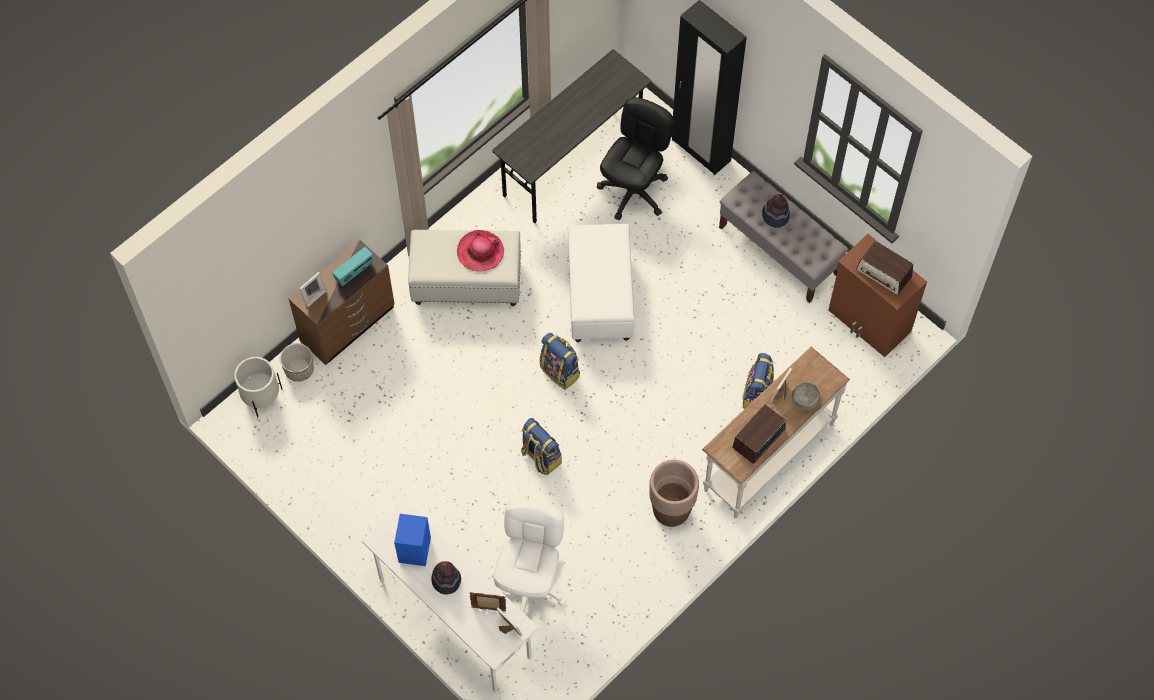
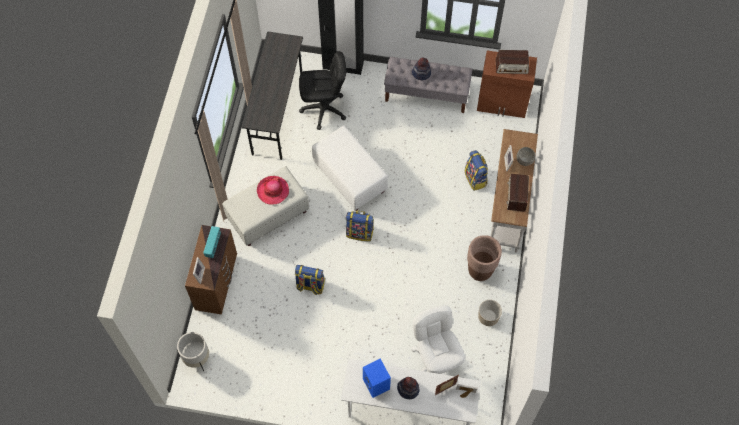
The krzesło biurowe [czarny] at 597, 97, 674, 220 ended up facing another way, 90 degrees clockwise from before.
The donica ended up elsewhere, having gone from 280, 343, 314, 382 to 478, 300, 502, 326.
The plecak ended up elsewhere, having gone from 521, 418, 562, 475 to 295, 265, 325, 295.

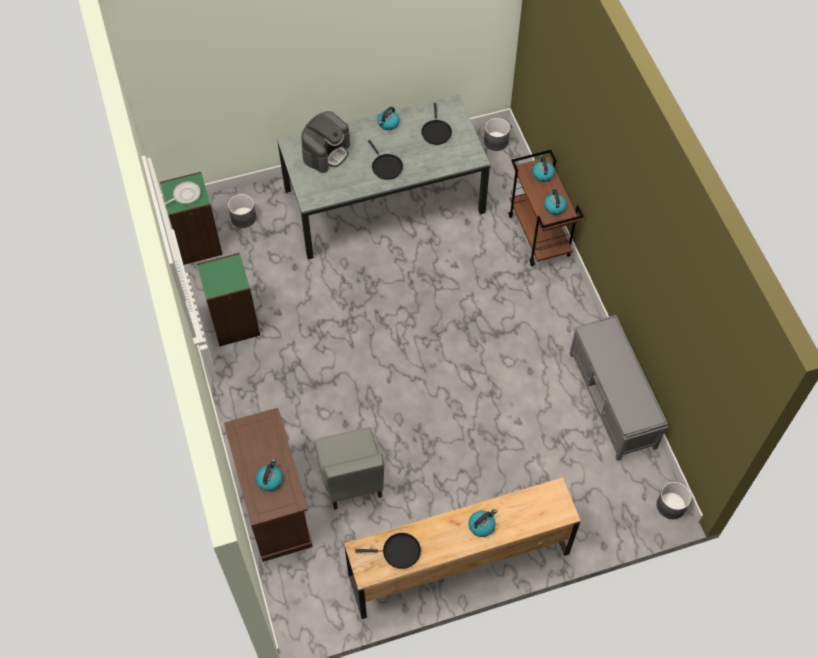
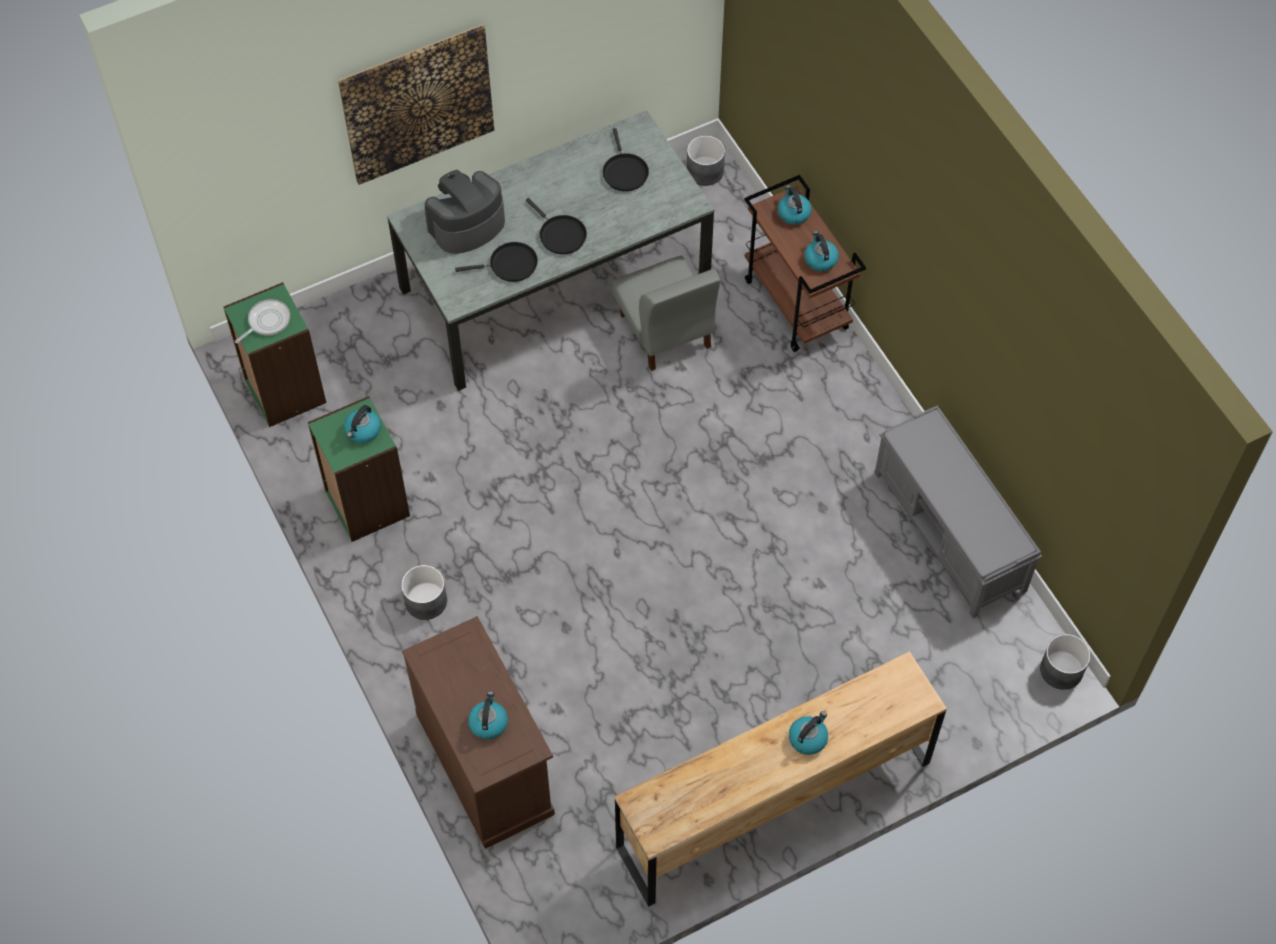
The czajnik ended up elsewhere, having gone from 377, 107, 400, 130 to 344, 405, 381, 443.
The ekspres do kawy at 301, 111, 350, 173 ended up facing another way, 150 degrees counterclockwise from before.
The donica [szary] ended up elsewhere, having gone from 228, 194, 256, 228 to 401, 565, 447, 620.
The krzesło [szary] ended up elsewhere, having gone from 315, 427, 384, 510 to 612, 256, 720, 371.
The patelnia [czarny] ended up elsewhere, having gone from 355, 533, 421, 569 to 455, 242, 538, 282.
The second view gained the obraz at 338, 25, 494, 185.

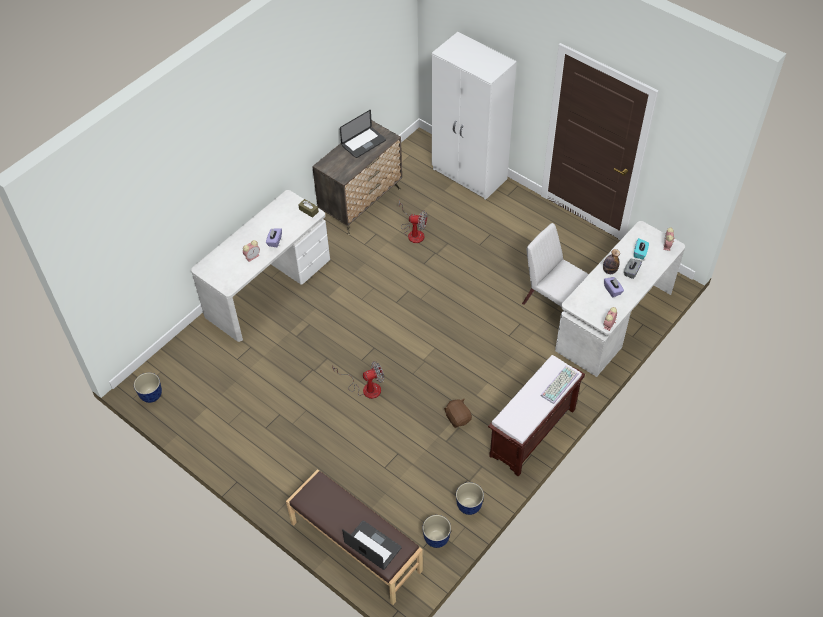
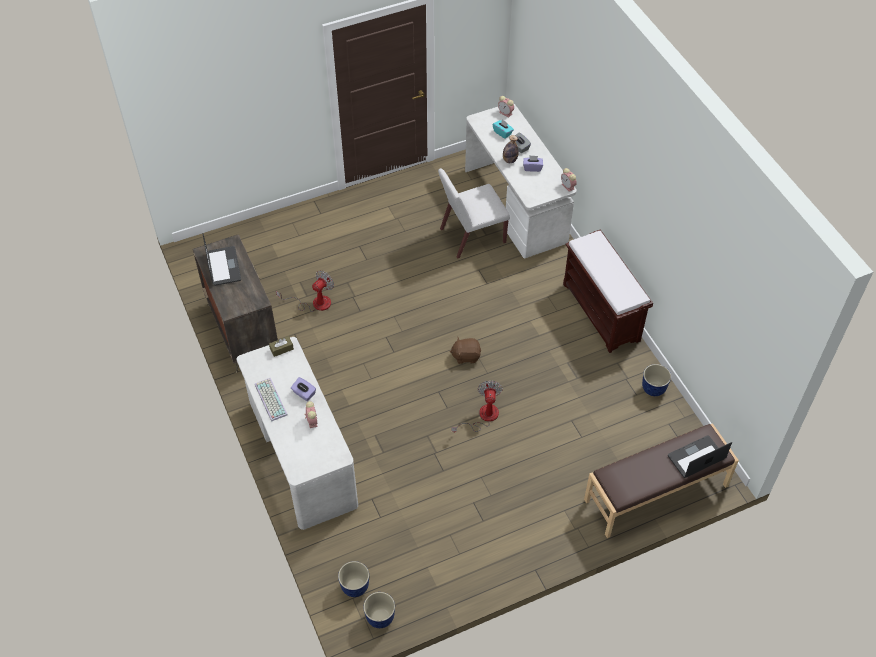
The second view lost the szafa [biały] at 432, 32, 517, 200.
The klawiatura ended up elsewhere, having gone from 540, 366, 579, 404 to 255, 378, 288, 422.
The pluszak [brązowy] ended up elsewhere, having gone from 444, 399, 472, 428 to 450, 337, 481, 364.
The donica ended up elsewhere, having gone from 422, 515, 451, 548 to 338, 561, 369, 597.

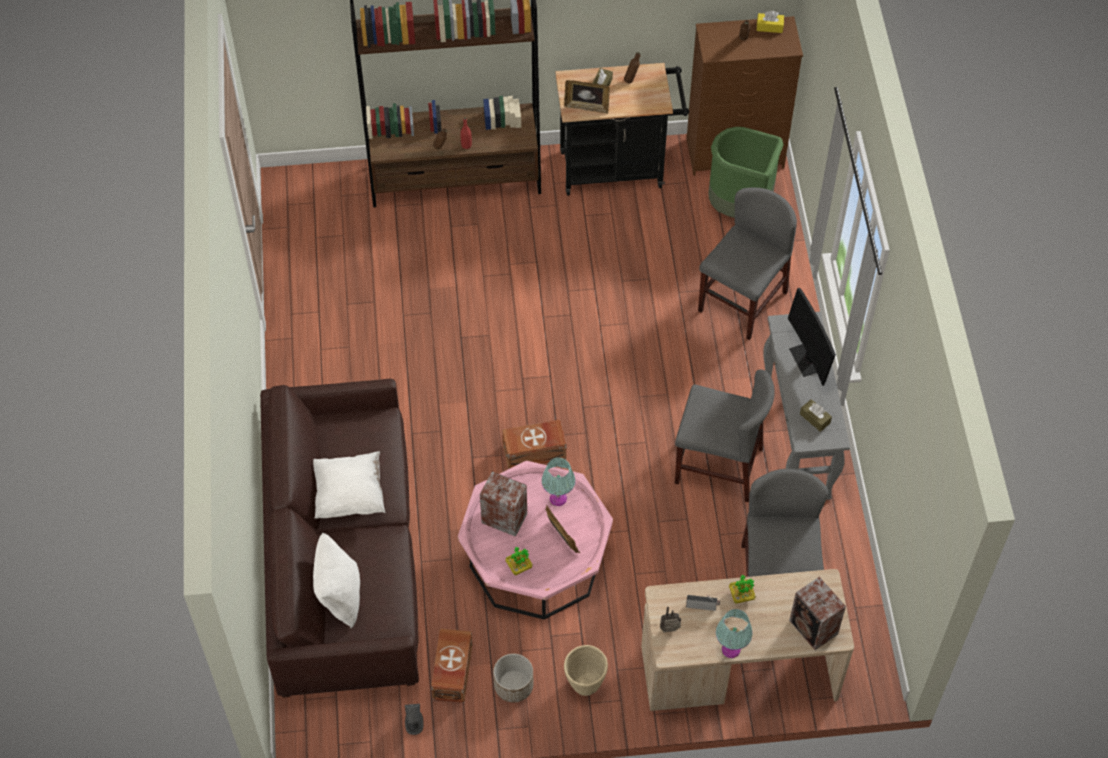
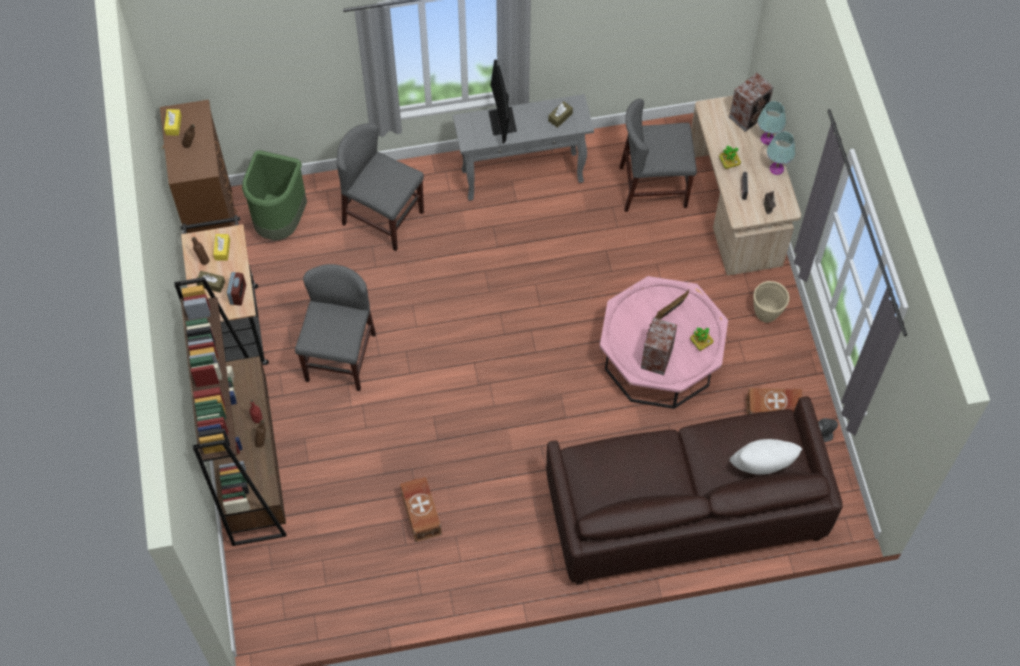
Where the ramka na zdjęcie stood at 564, 80, 610, 114, the budzik came to stand at 227, 272, 246, 306.
The monitor at 788, 288, 836, 386 ended up facing another way, 105 degrees clockwise from before.
The krzesło [szary] ended up elsewhere, having gone from 675, 370, 775, 502 to 295, 264, 376, 391.
The pojemnik do przechowywania [brązowy] ended up elsewhere, having gone from 502, 419, 566, 469 to 400, 476, 442, 542.
The second view lost the poduszka [biały] at 313, 451, 385, 519.
The lampa stołowa [turkusowy] ended up elsewhere, having gone from 541, 458, 575, 506 to 758, 101, 786, 145.
The second view lost the donica at 493, 654, 534, 703.
The second view gained the pudełko chusteczek [żółty] at 213, 234, 230, 261.

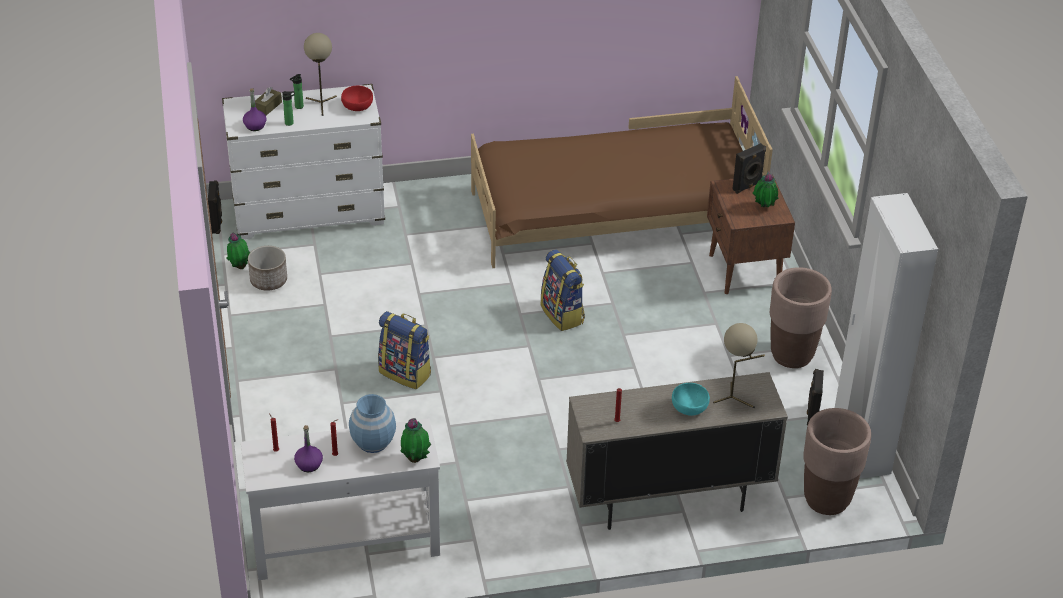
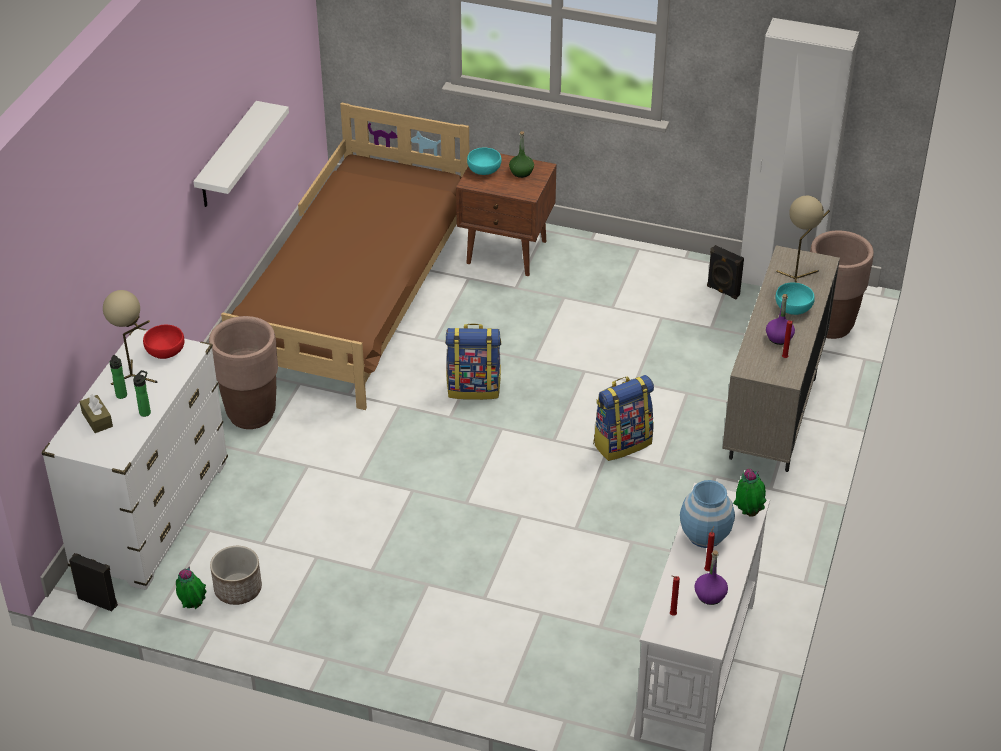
The butelka [fioletowy] ended up elsewhere, having gone from 243, 88, 267, 131 to 766, 294, 795, 345.
Where the głośnik [czarny] stood at 732, 143, 766, 194, the miska [turkusowy] came to stand at 467, 147, 502, 175.
Where the roślina doniczkowa stood at 752, 171, 778, 207, the butelka [zielony] came to stand at 509, 131, 534, 178.
The donica [brązowy] ended up elsewhere, having gone from 770, 267, 832, 368 to 209, 316, 278, 429.
The plecak ended up elsewhere, having gone from 378, 311, 431, 389 to 593, 375, 654, 461.
The second view gained the półka [biały] at 193, 101, 289, 207.

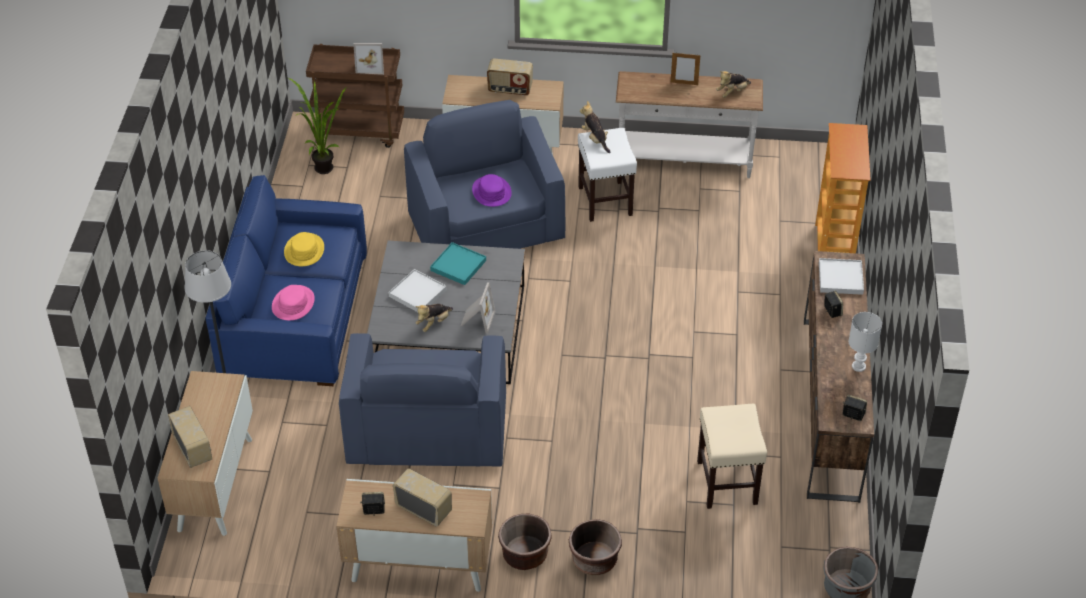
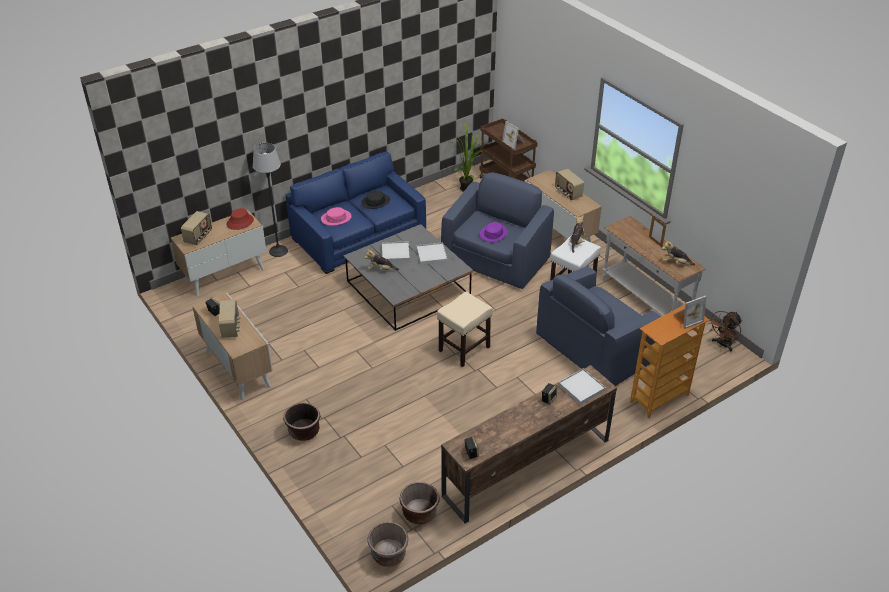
What was the kapelusz [żółty] at 284, 232, 324, 266 turned into the kapelusz [czarny] at 361, 191, 390, 209.
What was the taca [turkusowy] at 430, 242, 486, 285 turned into the taca [biały] at 417, 243, 447, 265.
The ramka na zdjęcie ended up elsewhere, having gone from 461, 282, 496, 333 to 674, 296, 706, 329.
The second view lost the lampa stołowa [biały] at 849, 312, 882, 372.
The fotel [niebieski] ended up elsewhere, having gone from 339, 333, 506, 467 to 536, 266, 661, 386.
The stołek [beżowy] ended up elsewhere, having gone from 697, 404, 767, 509 to 437, 292, 493, 367.
The donica [brązowy] ended up elsewhere, having gone from 498, 514, 552, 570 to 399, 482, 440, 525.
The second view gained the kapelusz [czerwony] at 227, 208, 254, 230.
The second view gained the wentylator [brązowy] at 708, 311, 742, 351.

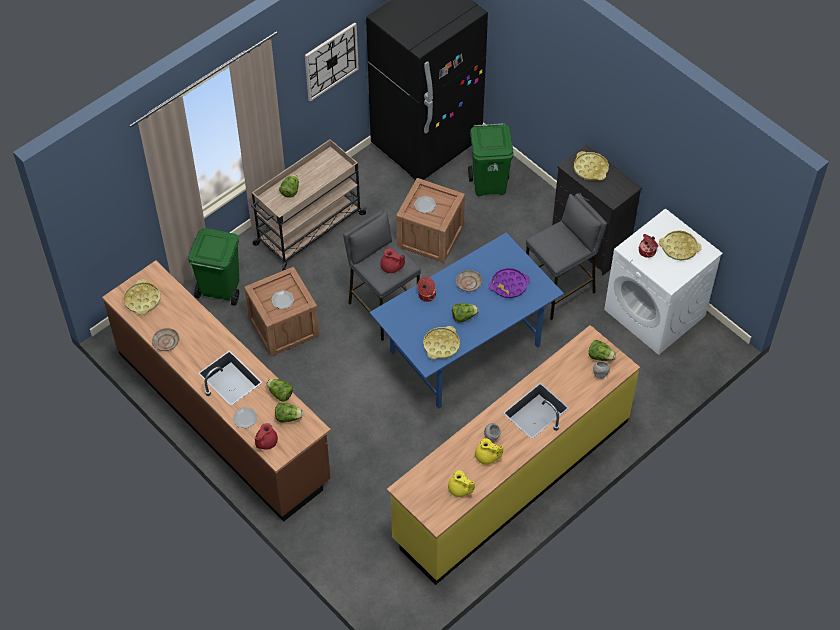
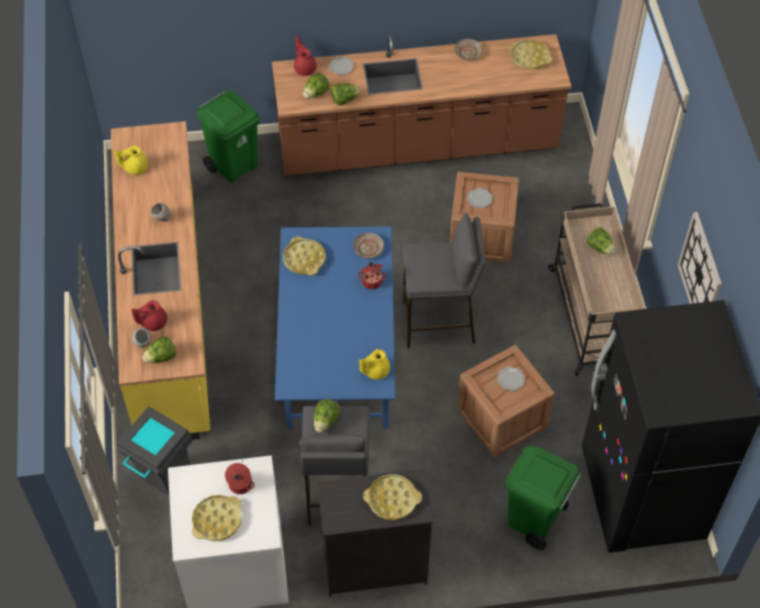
The kosz na śmieci [zielony] ended up elsewhere, having gone from 188, 228, 239, 306 to 196, 90, 259, 183.
The imbryk [czerwony] ended up elsewhere, having gone from 380, 249, 405, 273 to 131, 300, 167, 331.
The second view lost the taca [fioletowy] at 488, 268, 530, 298.
The talerz [beżowy] ended up elsewhere, having gone from 456, 270, 482, 292 to 353, 233, 384, 259.
The sałata ended up elsewhere, having gone from 452, 303, 479, 323 to 314, 399, 341, 433.
The imbryk [żółty] ended up elsewhere, having gone from 475, 438, 503, 465 to 359, 349, 390, 380.
The second view gained the kosz na śmieci [szary] at 117, 406, 192, 496.

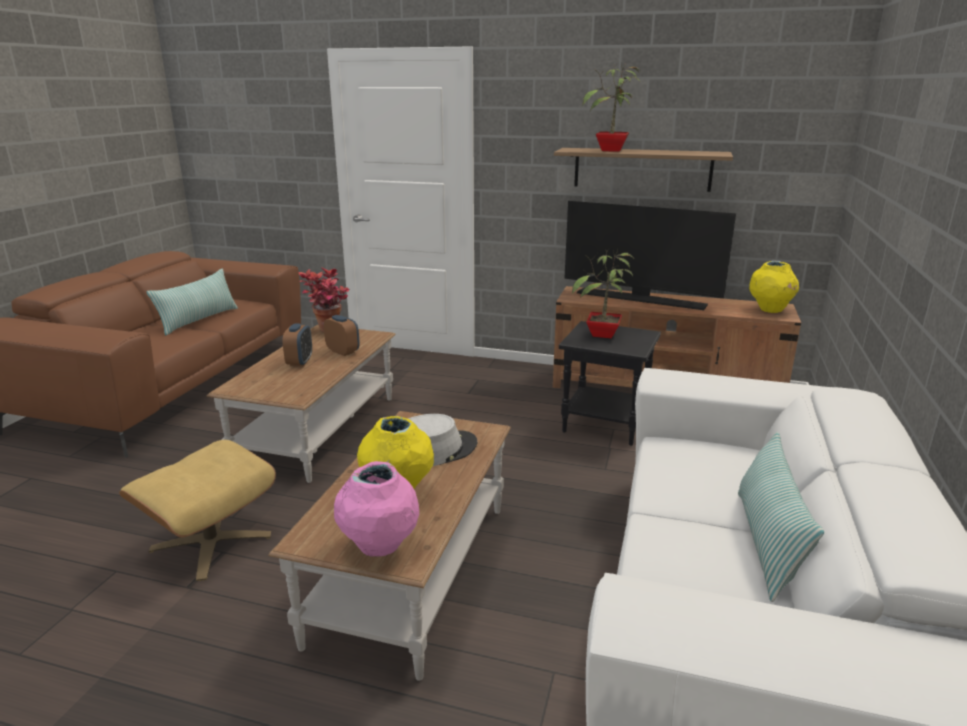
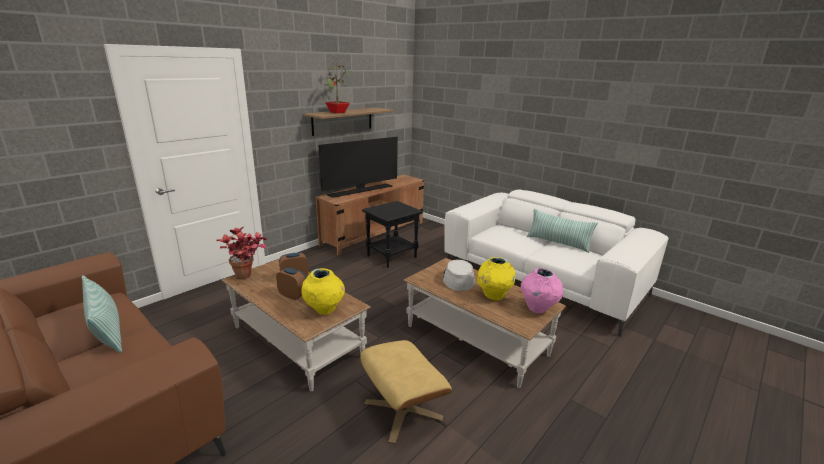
The second view lost the roślina doniczkowa at 572, 248, 633, 338.
The wazon [żółty] ended up elsewhere, having gone from 749, 261, 799, 313 to 301, 268, 345, 315.

